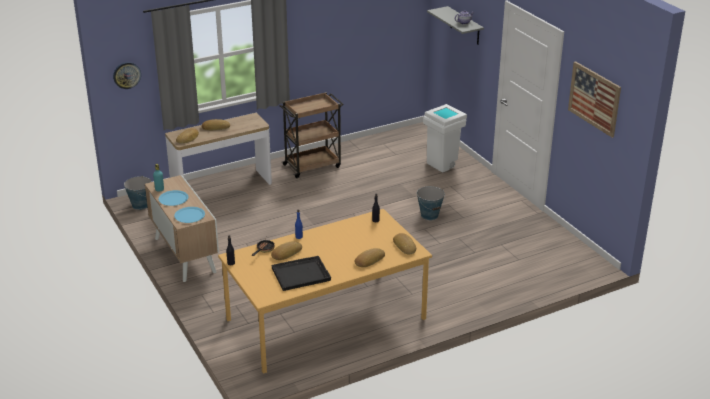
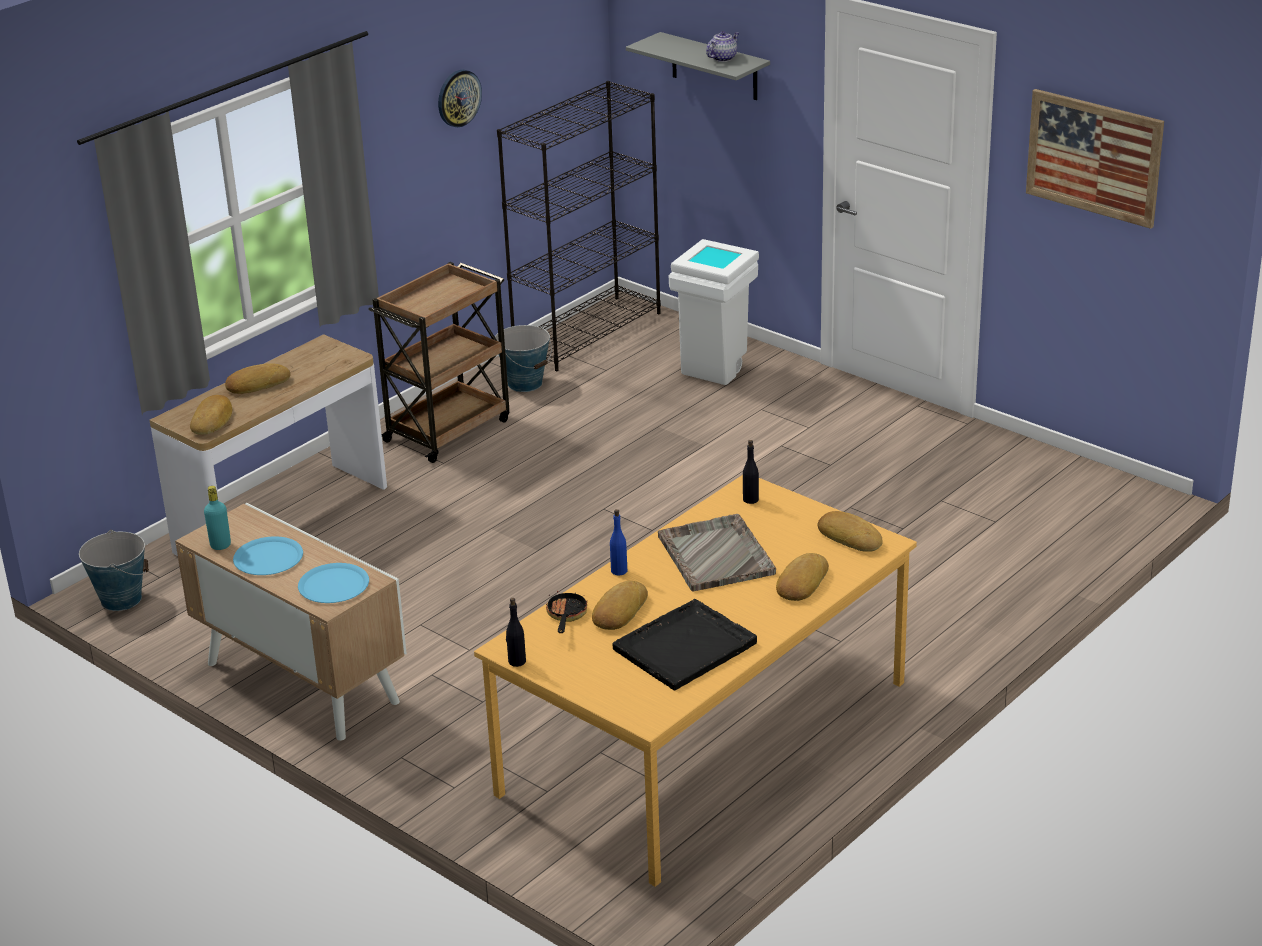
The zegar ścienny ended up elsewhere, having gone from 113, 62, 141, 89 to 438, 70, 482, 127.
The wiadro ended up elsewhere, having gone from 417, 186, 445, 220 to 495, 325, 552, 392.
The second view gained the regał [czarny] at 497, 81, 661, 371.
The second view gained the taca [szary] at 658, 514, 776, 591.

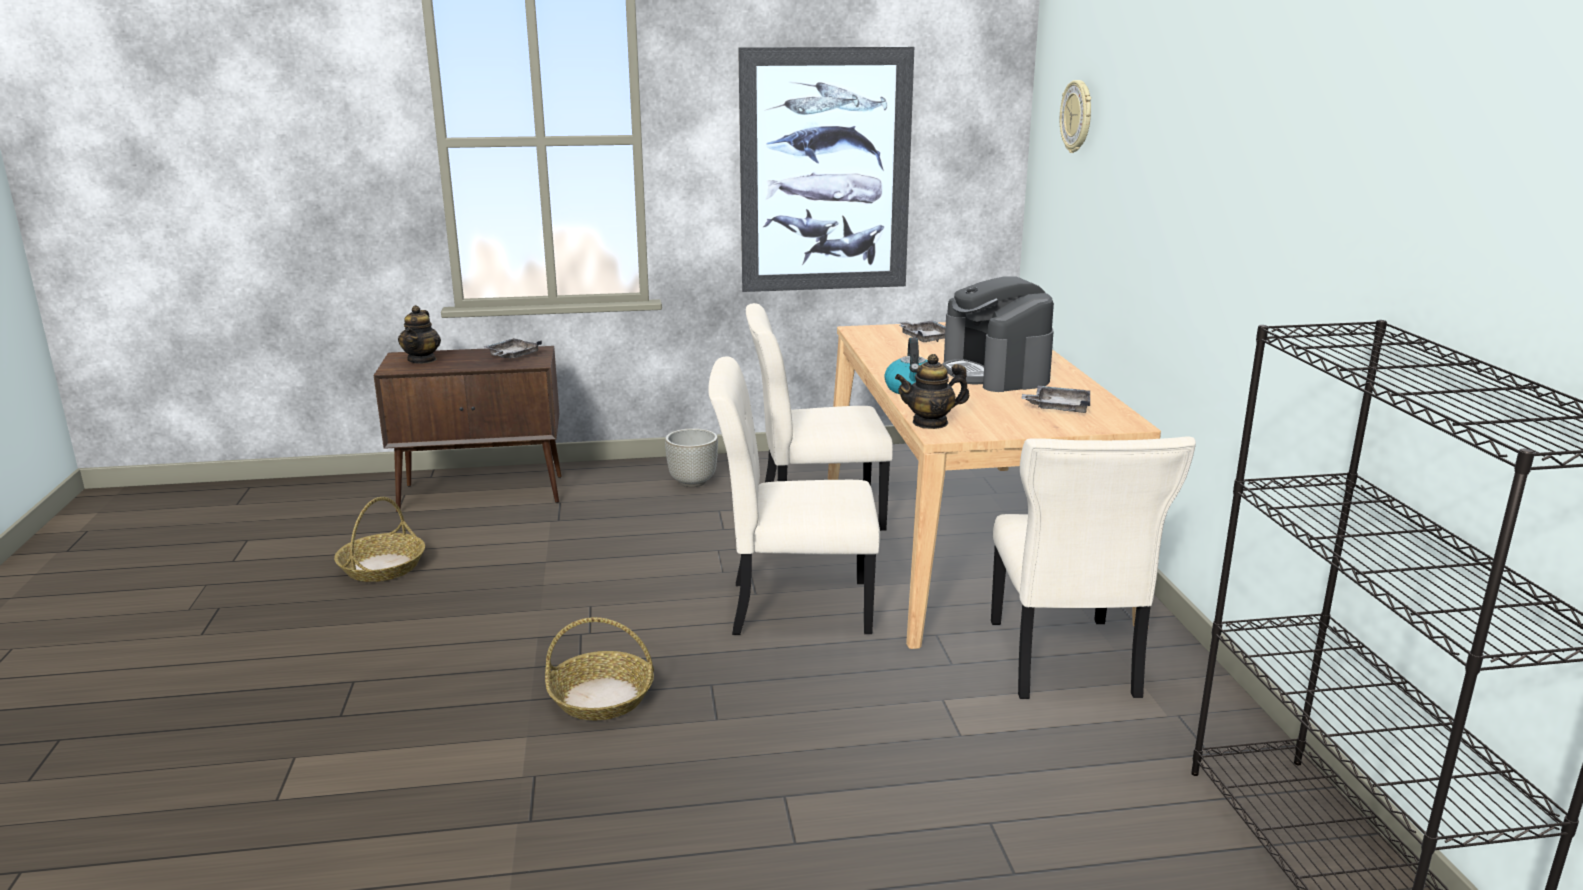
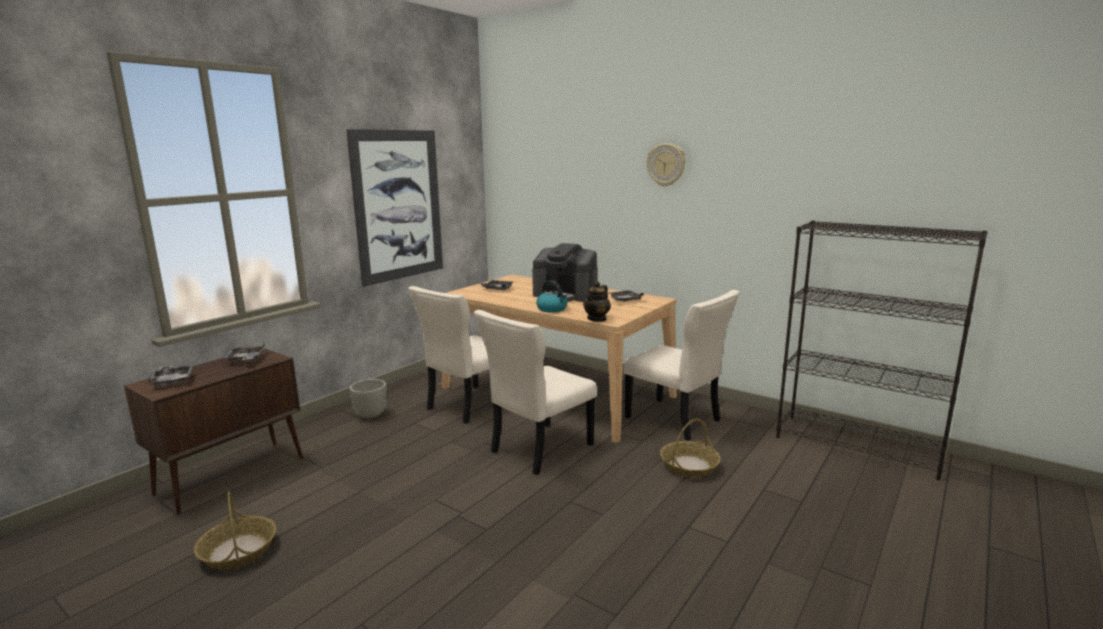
The zegar ścienny ended up elsewhere, having gone from 1060, 80, 1091, 153 to 647, 143, 686, 187.
Where the imbryk stood at 398, 305, 441, 364, the taca [szary] came to stand at 148, 365, 193, 387.
The koszyk ended up elsewhere, having gone from 545, 617, 654, 720 to 660, 419, 721, 478.

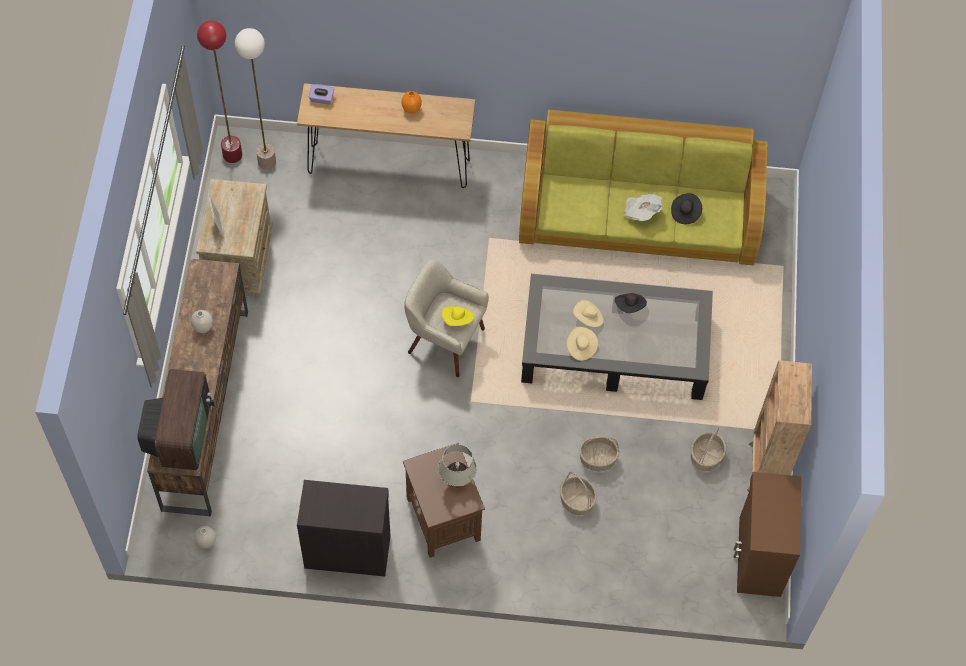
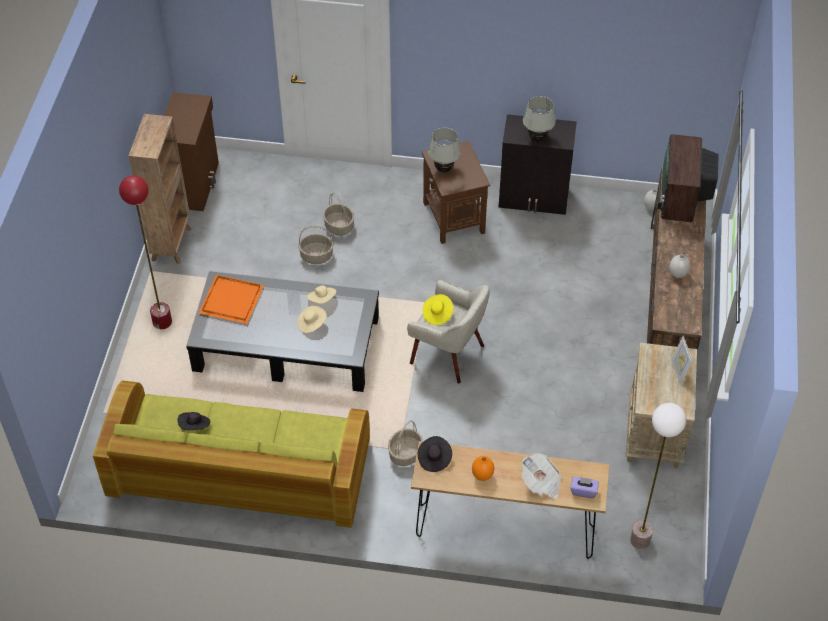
The lampa stojąca [czerwony] ended up elsewhere, having gone from 197, 20, 242, 163 to 119, 175, 172, 329.
The gazeta ended up elsewhere, having gone from 623, 193, 662, 221 to 521, 453, 562, 499.
The kapelusz [czarny] ended up elsewhere, having gone from 615, 293, 647, 313 to 418, 436, 452, 472.
The koszyk ended up elsewhere, having gone from 691, 427, 726, 471 to 388, 420, 423, 466.
The second view gained the lampa stołowa [biały] at 523, 96, 556, 142.
The second view gained the taca [pomarańczowy] at 199, 275, 264, 324.

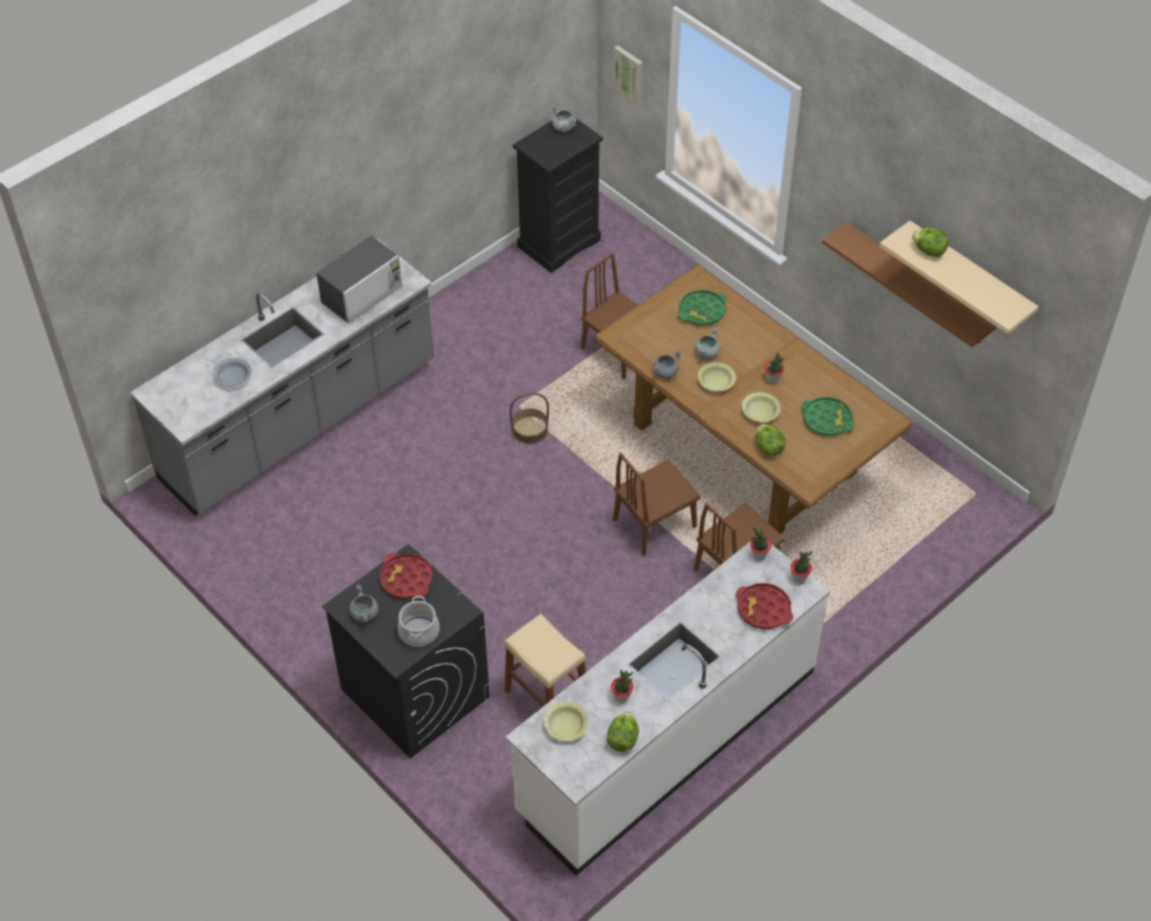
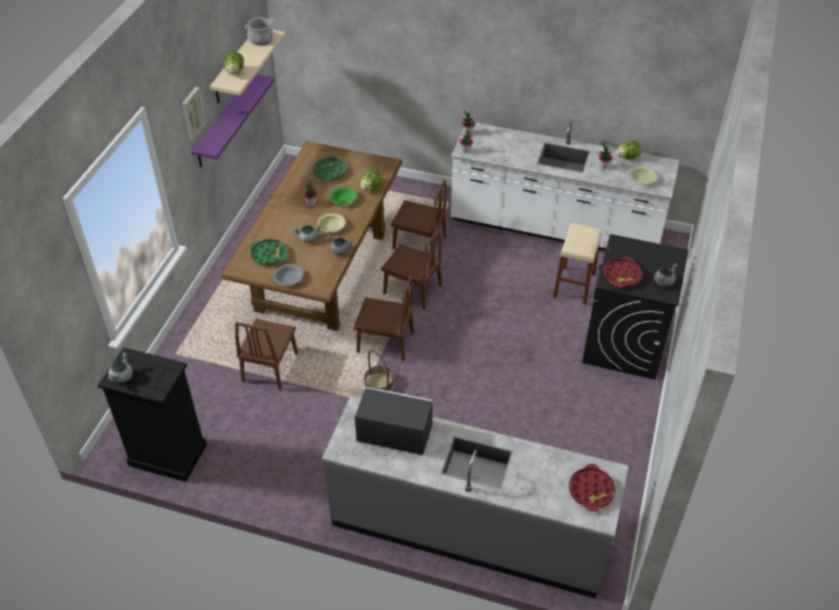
The obraz ended up elsewhere, having gone from 613, 45, 643, 106 to 182, 87, 207, 141.
What was the półka [brązowy] at 822, 222, 997, 347 turned into the półka [fioletowy] at 192, 74, 275, 167.
The miska [szary] ended up elsewhere, having gone from 212, 358, 252, 387 to 273, 264, 303, 285.
What was the miska [żółty] at 741, 392, 781, 422 turned into the miska [zielony] at 330, 187, 357, 205.
The taca [czerwony] ended up elsewhere, having gone from 736, 583, 793, 629 to 569, 464, 616, 511.
The garnek ended up elsewhere, having gone from 398, 596, 439, 647 to 244, 18, 274, 45.
The second view gained the krzesło [brązowy] at 354, 276, 414, 361.

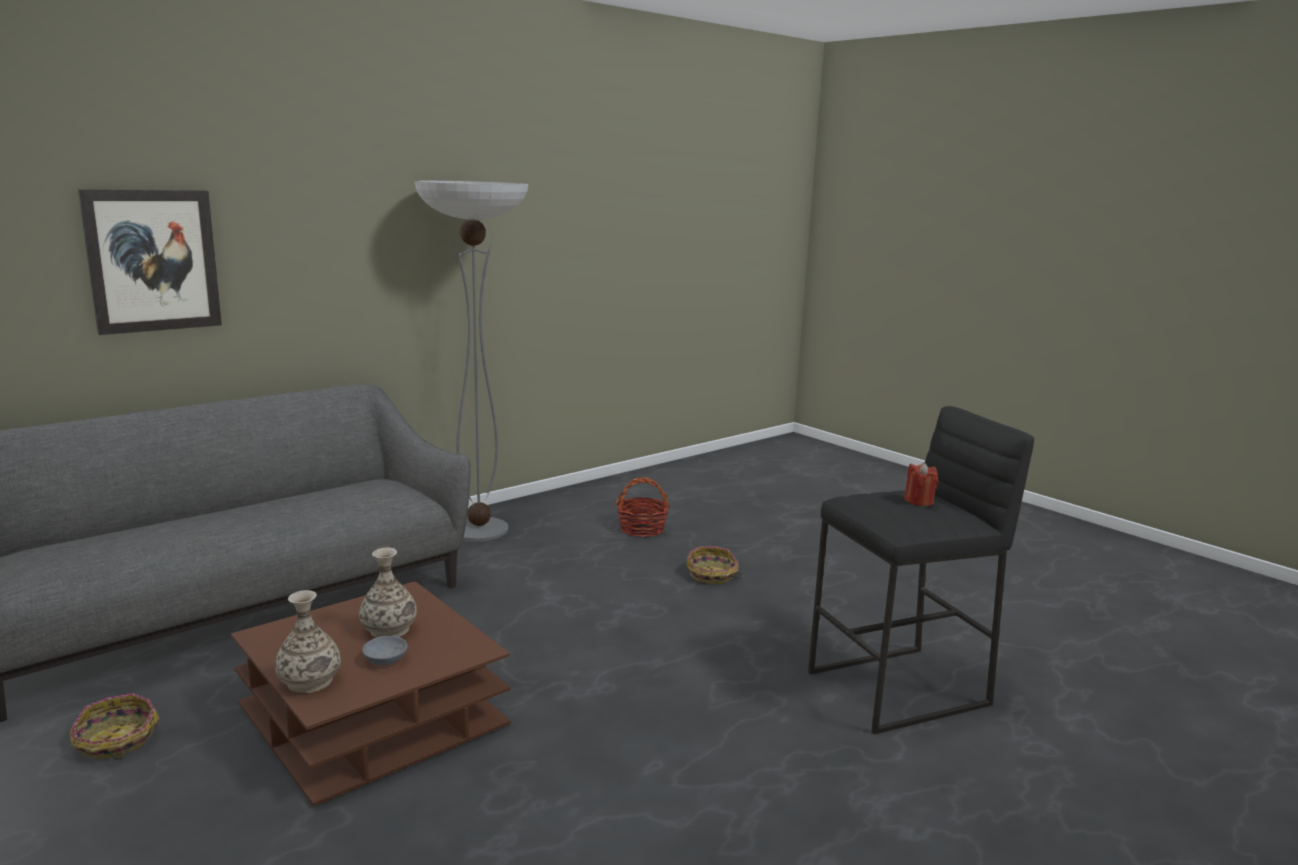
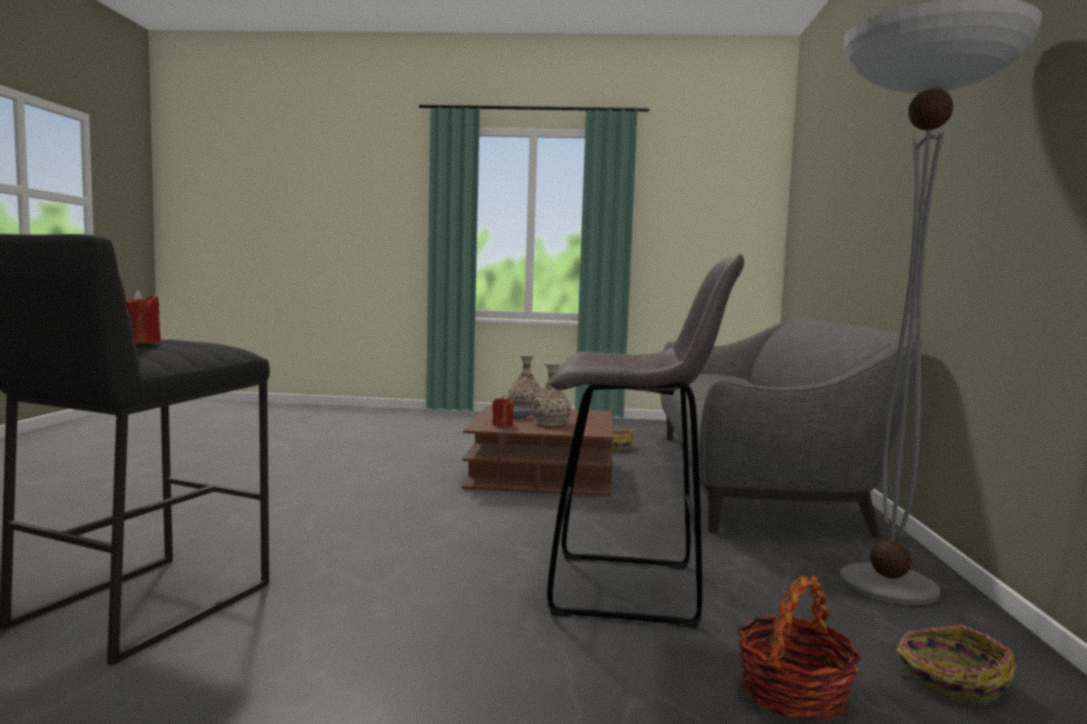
The second view lost the obraz at 78, 189, 222, 335.
The koszyk ended up elsewhere, having gone from 687, 546, 743, 584 to 896, 624, 1017, 703.
The second view gained the stołek [szary] at 547, 254, 744, 628.
The second view gained the świeca [czerwony] at 492, 395, 514, 427.

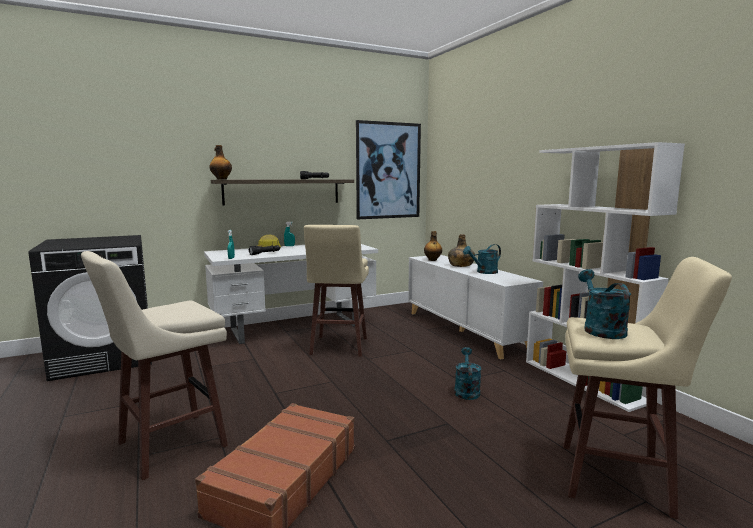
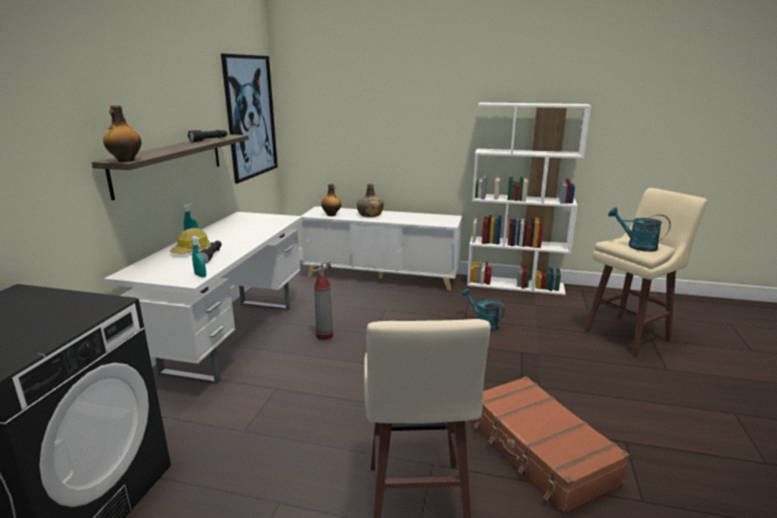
Where the stołek [beżowy] stood at 304, 225, 369, 356, the gaśnica came to stand at 313, 262, 333, 340.
The second view lost the konewka [turkusowy] at 463, 244, 501, 274.

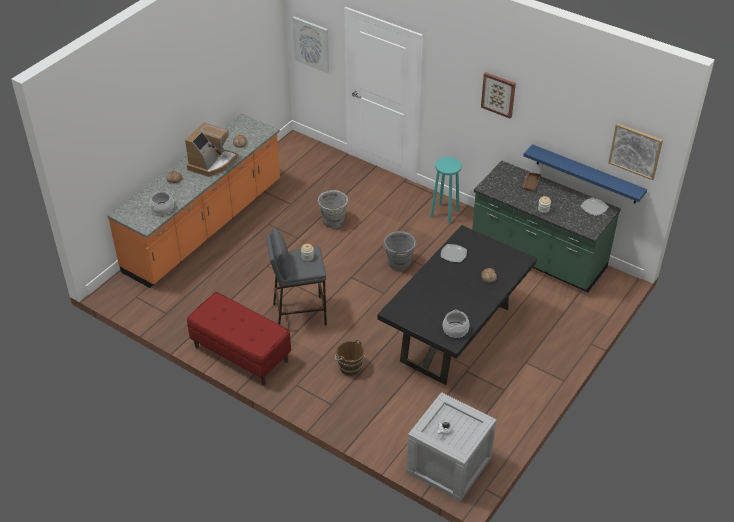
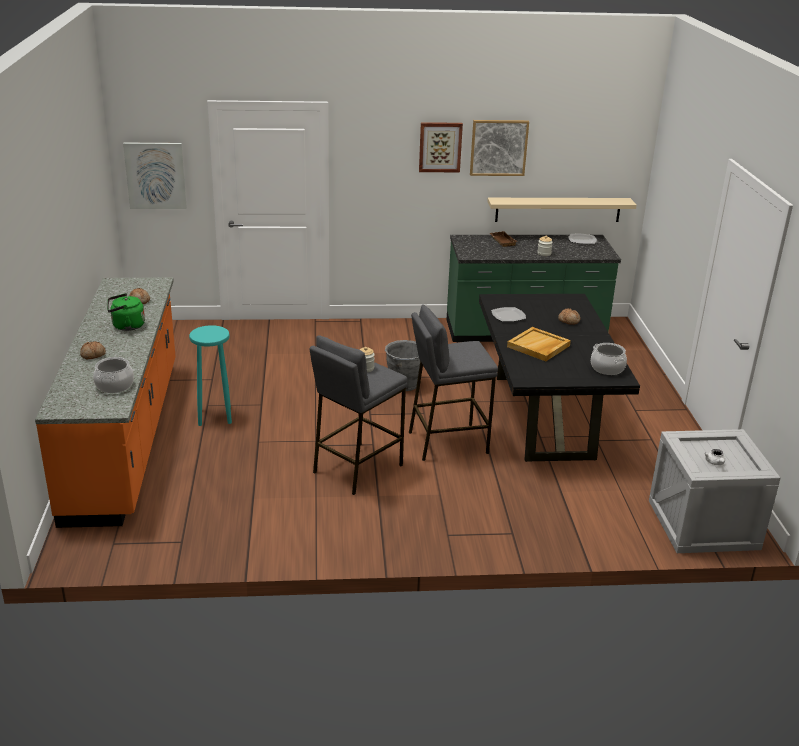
Where the ekspres do kawy stood at 185, 122, 239, 177, the czajnik [zielony] came to stand at 107, 293, 145, 331.
The obraz ended up elsewhere, having gone from 608, 123, 663, 180 to 470, 120, 529, 176.
What was the półka [niebieski] at 523, 144, 647, 203 turned into the półka [beżowy] at 487, 198, 637, 222.
The stołek [turkusowy] ended up elsewhere, having gone from 431, 157, 462, 223 to 189, 325, 232, 426.
The second view lost the wiadro [szary] at 318, 190, 350, 228.
The second view lost the ławka [czerwony] at 187, 292, 291, 385.
The second view lost the wiadro [brązowy] at 335, 339, 365, 376.
The second view gained the stołek [szary] at 409, 305, 498, 461.
The second view gained the taca [beżowy] at 507, 327, 571, 361.

